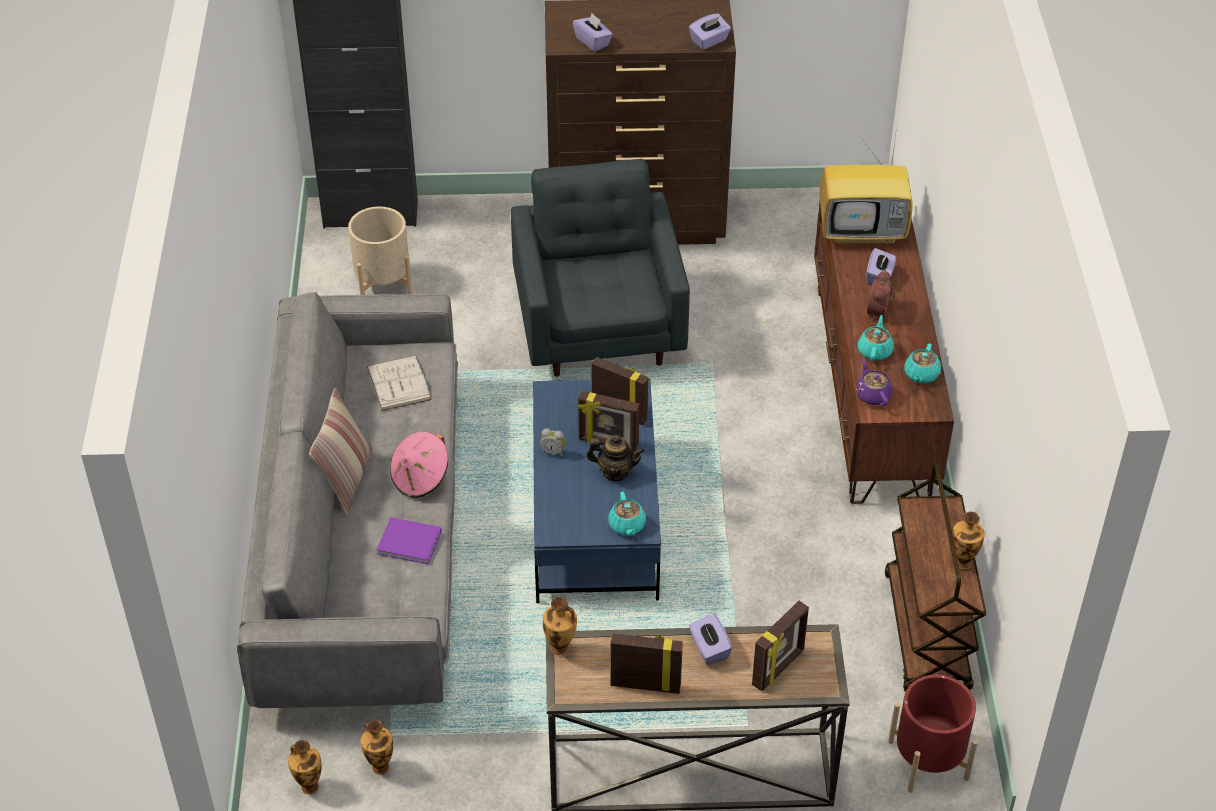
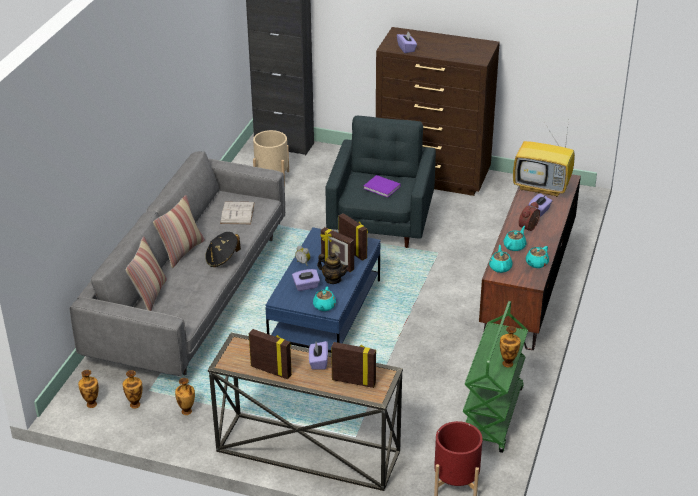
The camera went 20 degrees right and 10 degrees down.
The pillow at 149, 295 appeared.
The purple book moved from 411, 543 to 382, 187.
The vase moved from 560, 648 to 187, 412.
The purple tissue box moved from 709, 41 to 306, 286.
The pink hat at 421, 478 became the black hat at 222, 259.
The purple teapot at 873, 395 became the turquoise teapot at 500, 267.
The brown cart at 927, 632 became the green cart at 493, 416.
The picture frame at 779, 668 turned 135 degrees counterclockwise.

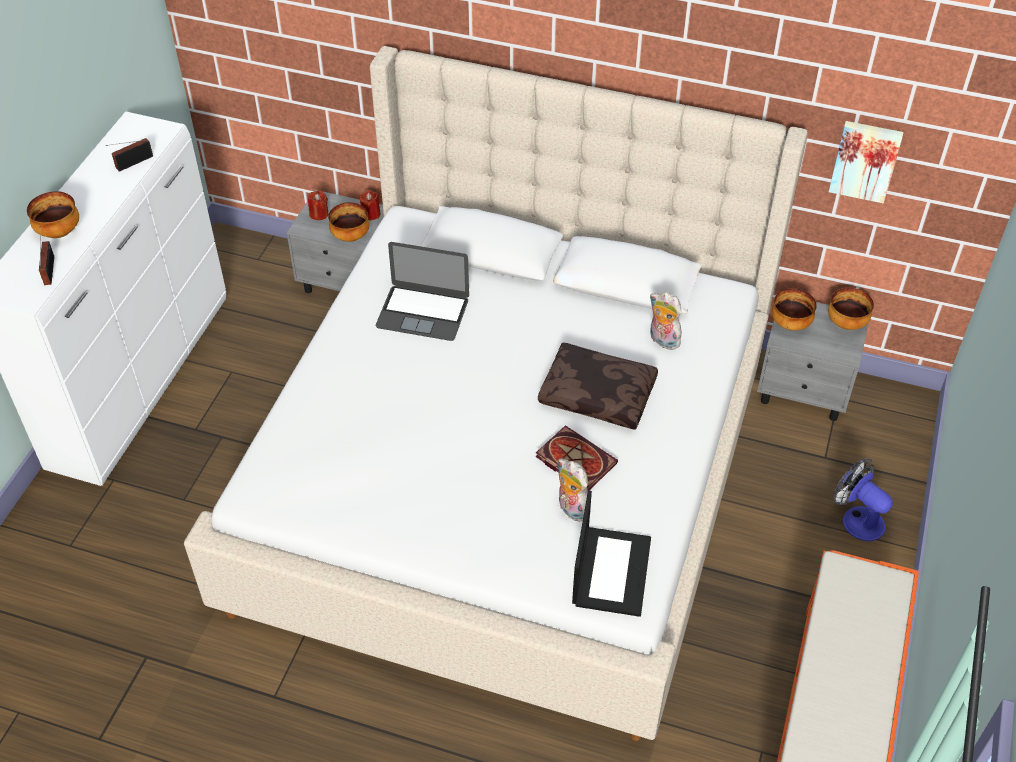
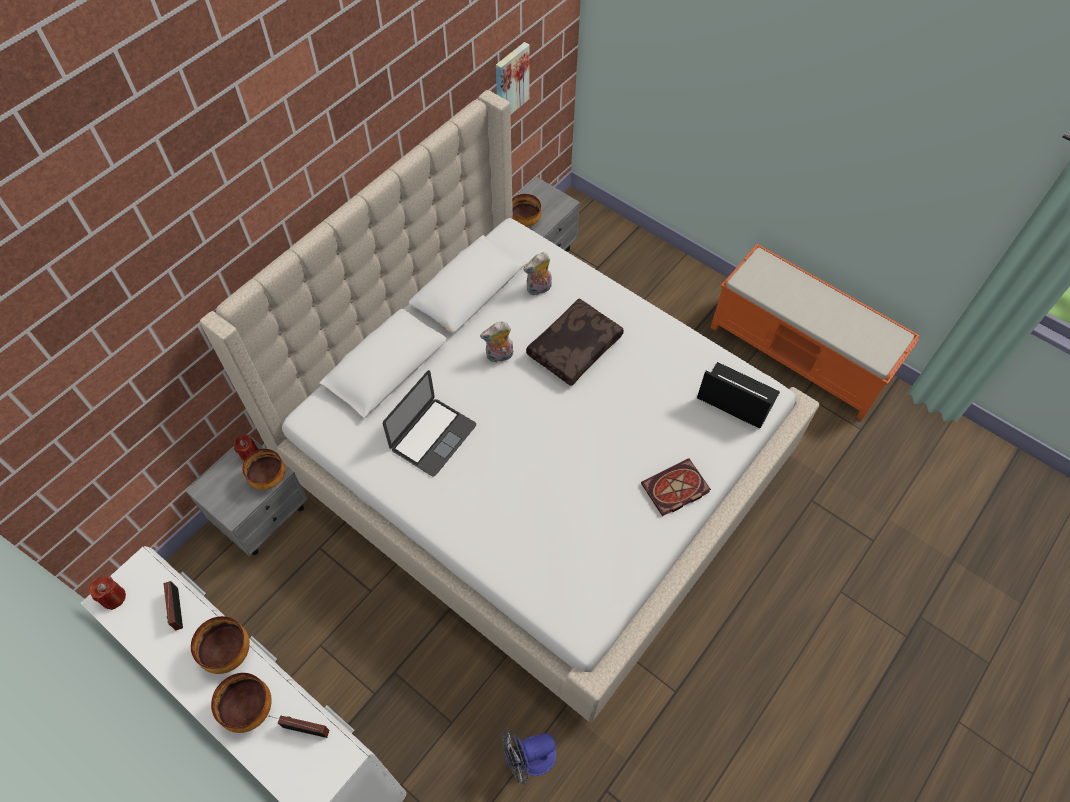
The camera went 70 degrees left and 10 degrees up.
The red candle moved from 319, 214 to 113, 597.
The book moved from 573, 460 to 674, 490.
The plush toy moved from 571, 508 to 499, 356.
The bowl moved from 845, 323 to 228, 653.
The fan moved from 857, 518 to 529, 758.

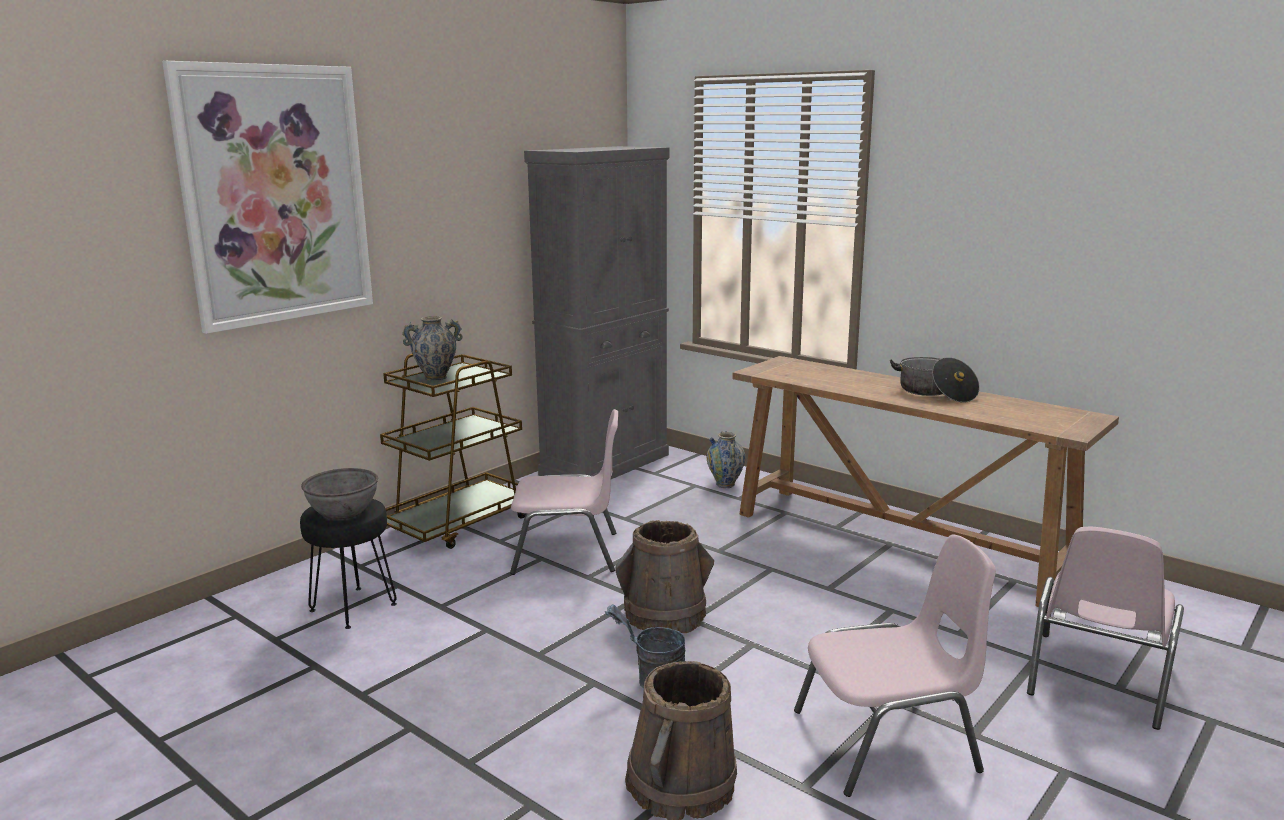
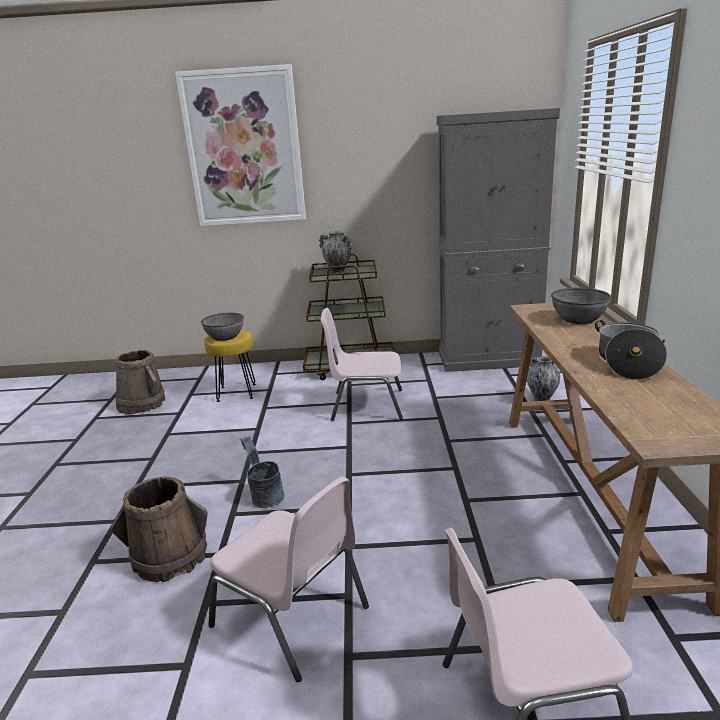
The camera went 50 degrees right and 5 degrees up.
The grey bowl at 578, 319 appeared.
The brown bucket moved from 665, 615 to 142, 404.
The black stool at 354, 607 became the yellow stool at 237, 393.
The pink chair at 568, 553 turned 135 degrees clockwise.

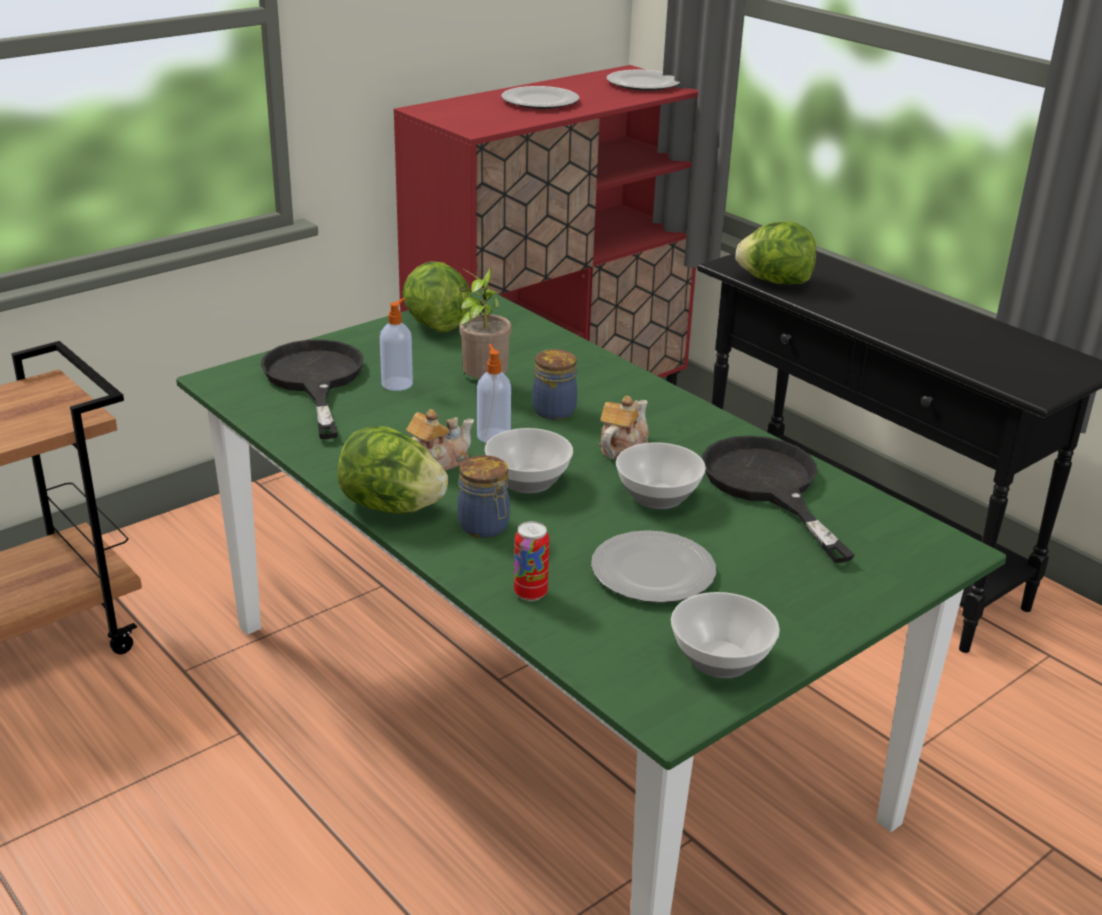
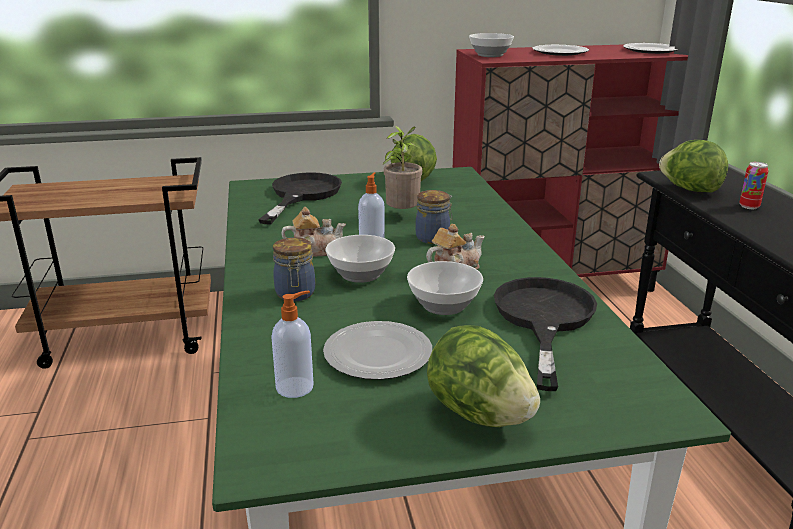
The camera went 30 degrees right and 5 degrees down.
The lettuce moved from 391, 507 to 479, 414.
The soap dispenser moved from 398, 383 to 296, 387.
The can moved from 530, 593 to 749, 206.
The bowl moved from 718, 659 to 489, 55.

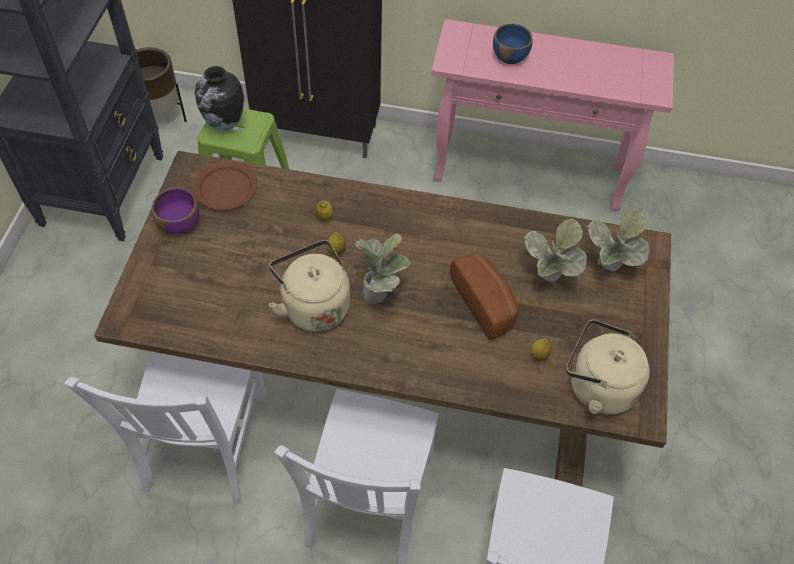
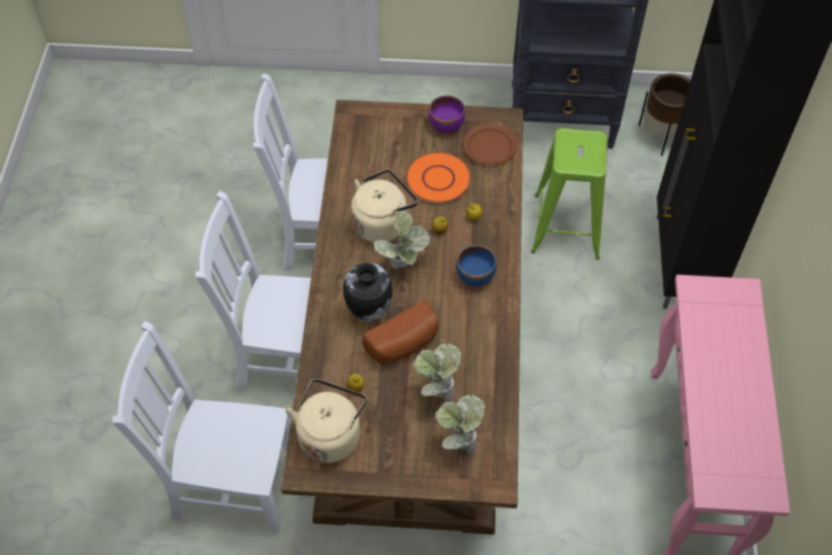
The camera went 85 degrees right and 0 degrees up.
The orange plate at 438, 179 appeared.
The vase moved from 224, 125 to 368, 311.
The blue bowl moved from 510, 56 to 475, 276.

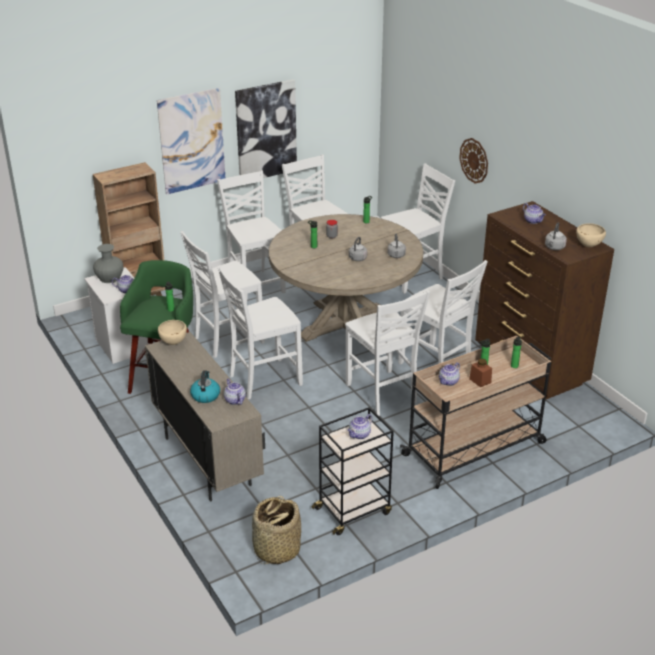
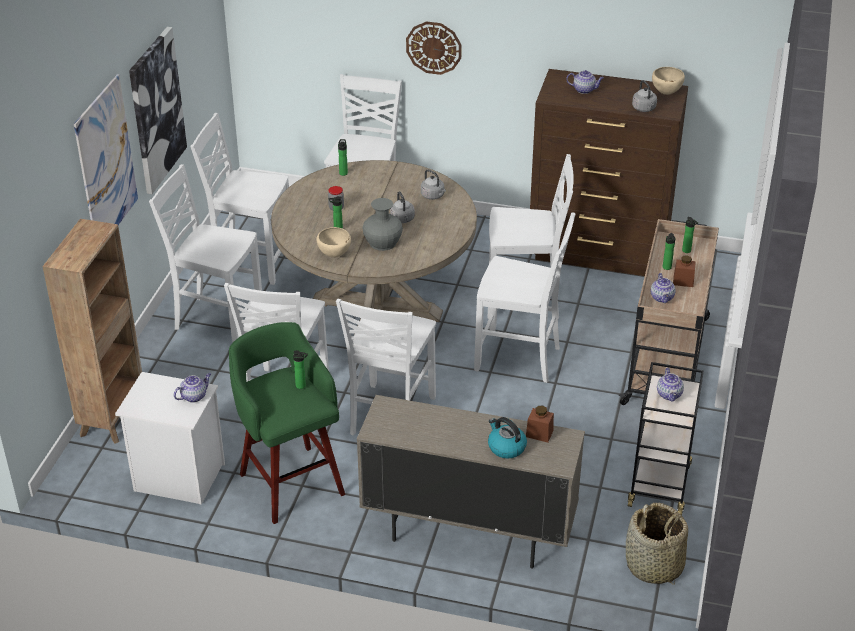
The camera went 45 degrees left and 5 degrees up.
The grey vase moved from 110, 278 to 382, 242.
The beige bowl moved from 173, 343 to 335, 255.
The teapot at 234, 400 was replaced by the brown jar at 539, 433.

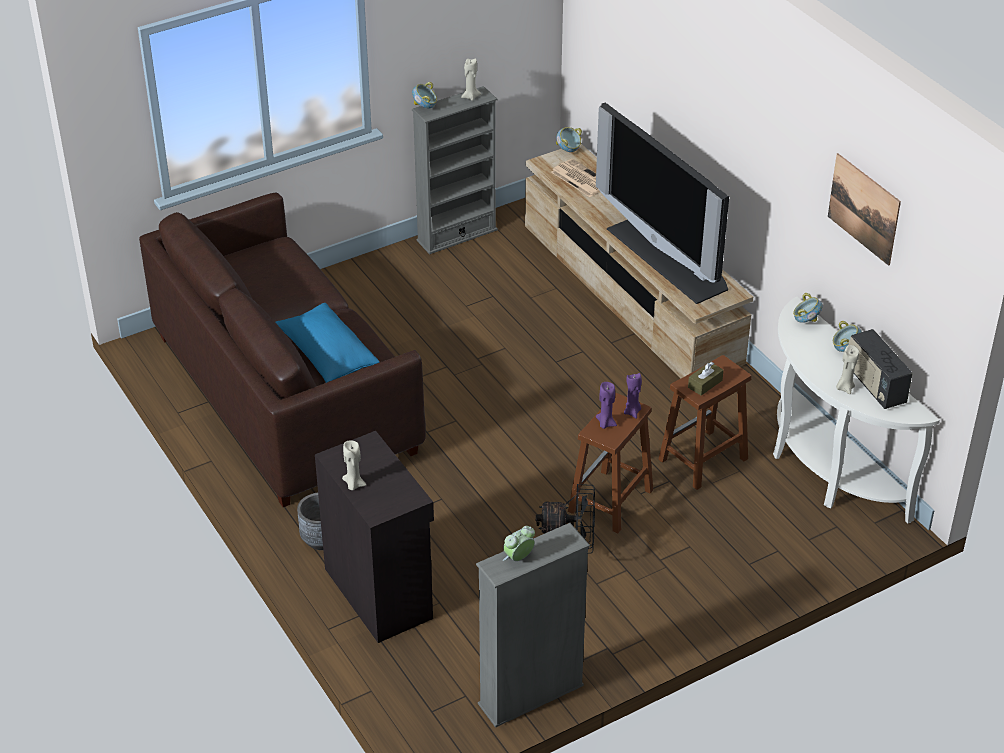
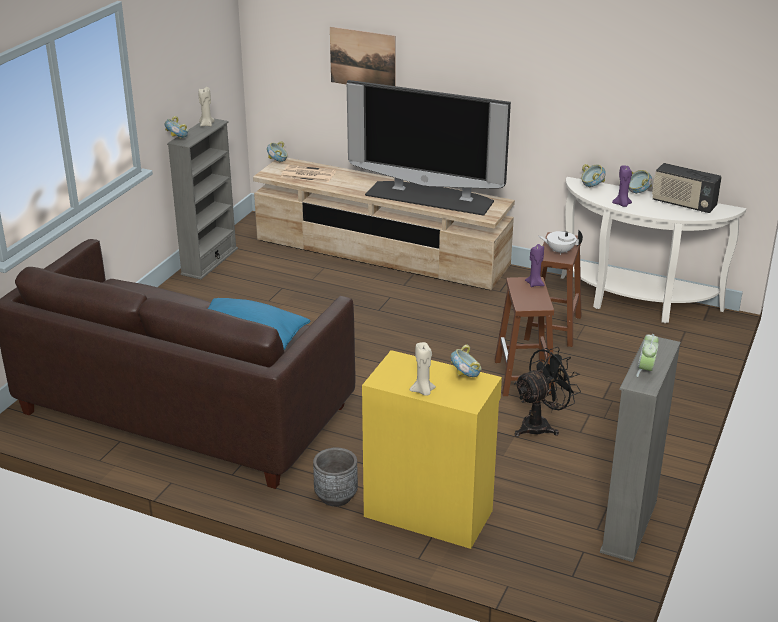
The camera went 35 degrees left and 10 degrees down.
The beige candle at 845, 388 disappeared.
The bowl at 465, 377 appeared.
The purple candle moved from 605, 423 to 622, 204.
The picture moved from 863, 208 to 362, 59.
The brown tissue box at 705, 384 was replaced by the white teapot at 559, 251.
The black cabinet at 379, 592 became the yellow cabinet at 428, 512.

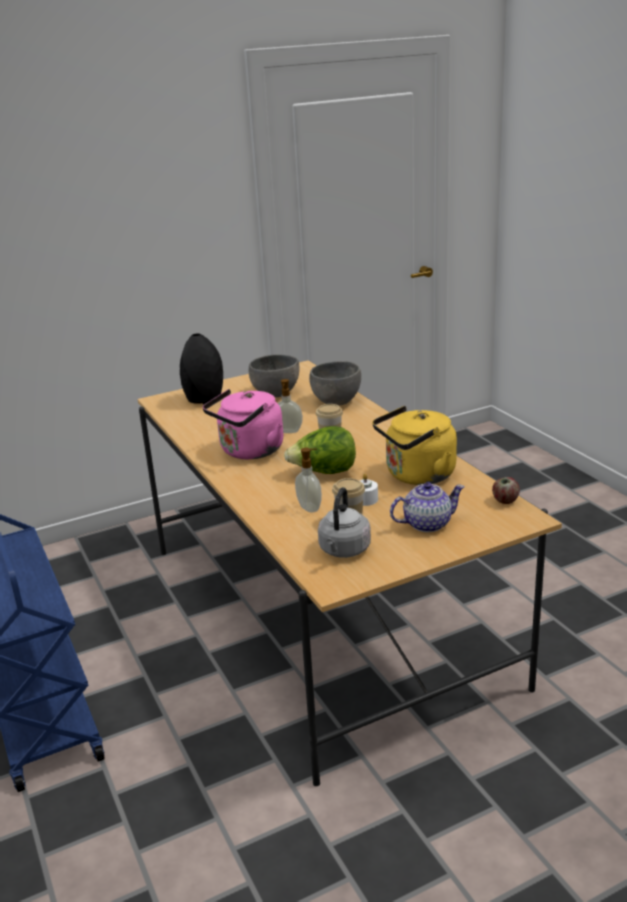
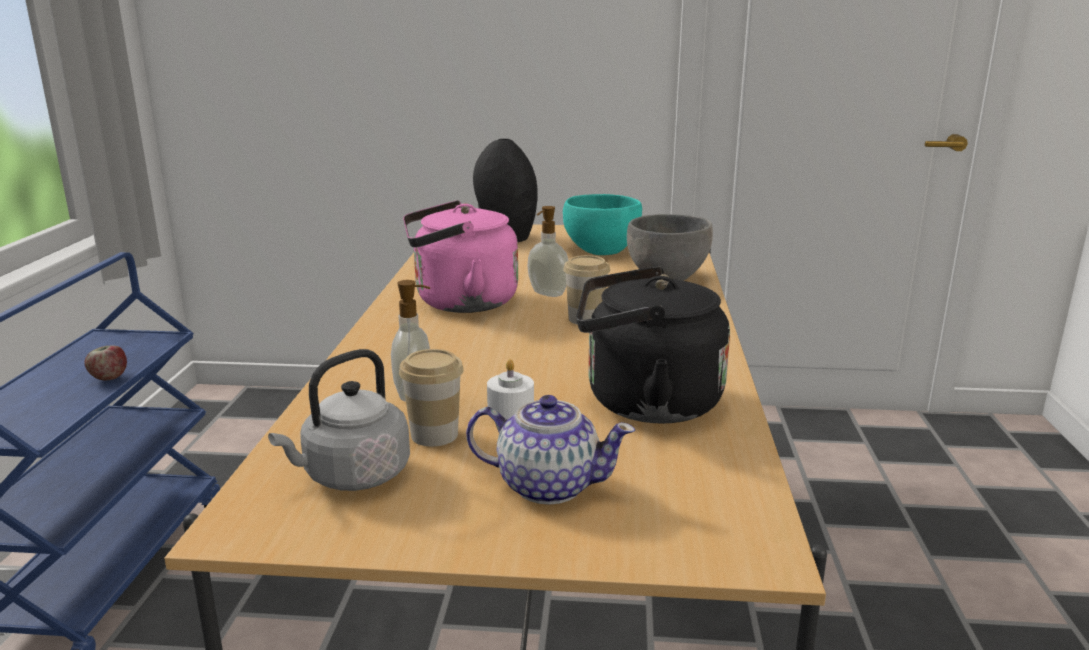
The camera went 30 degrees right and 5 degrees down.
The lettuce at 324, 472 disappeared.
The apple moved from 505, 501 to 109, 377.
The grey bowl at 276, 393 became the turquoise bowl at 602, 251.
The yellow kettle at 417, 476 became the black kettle at 644, 403.

